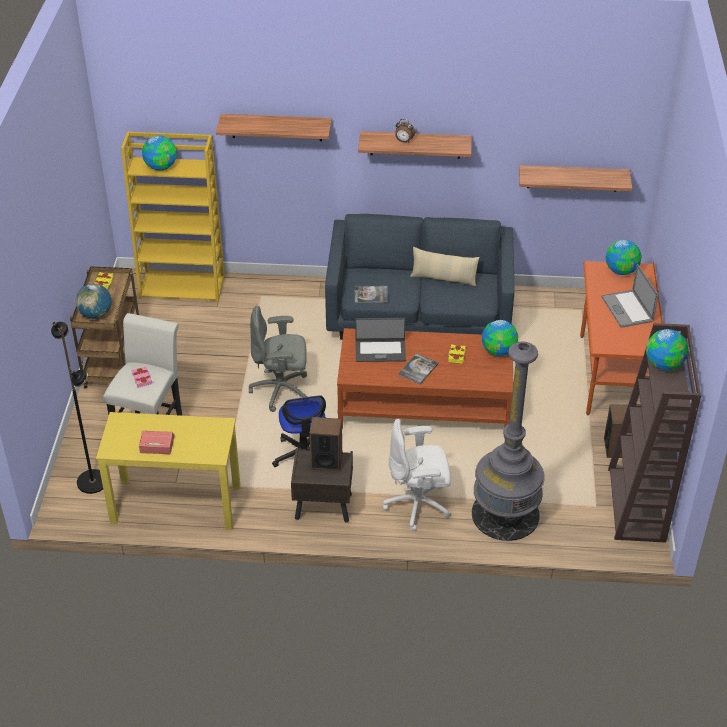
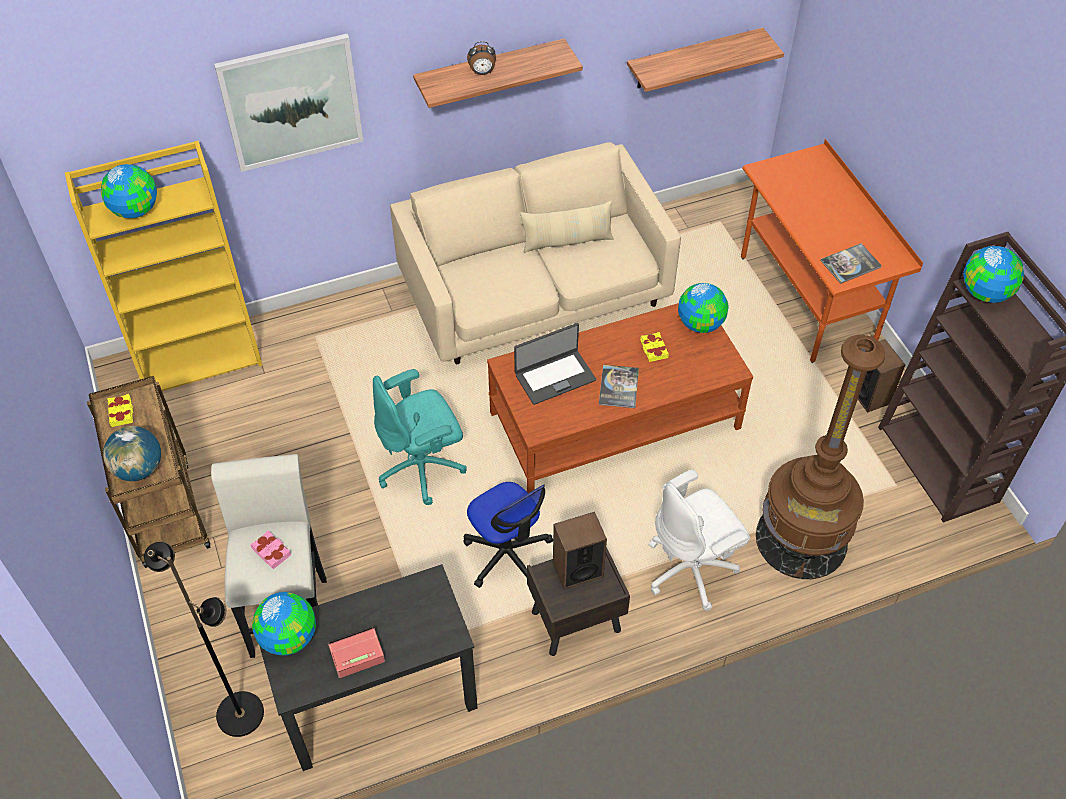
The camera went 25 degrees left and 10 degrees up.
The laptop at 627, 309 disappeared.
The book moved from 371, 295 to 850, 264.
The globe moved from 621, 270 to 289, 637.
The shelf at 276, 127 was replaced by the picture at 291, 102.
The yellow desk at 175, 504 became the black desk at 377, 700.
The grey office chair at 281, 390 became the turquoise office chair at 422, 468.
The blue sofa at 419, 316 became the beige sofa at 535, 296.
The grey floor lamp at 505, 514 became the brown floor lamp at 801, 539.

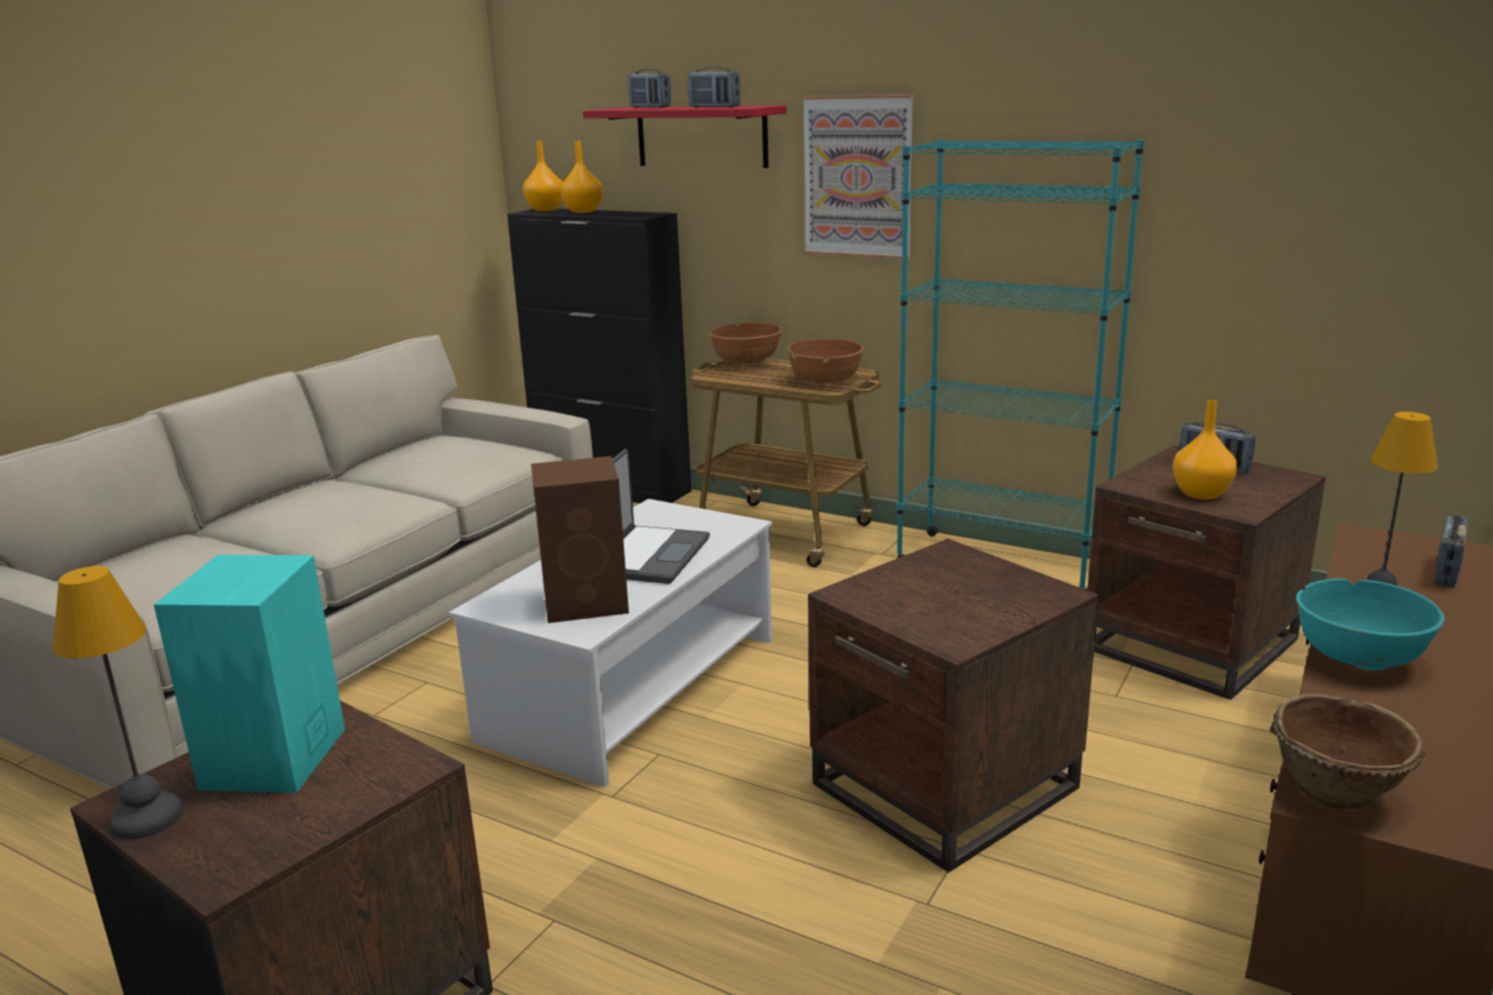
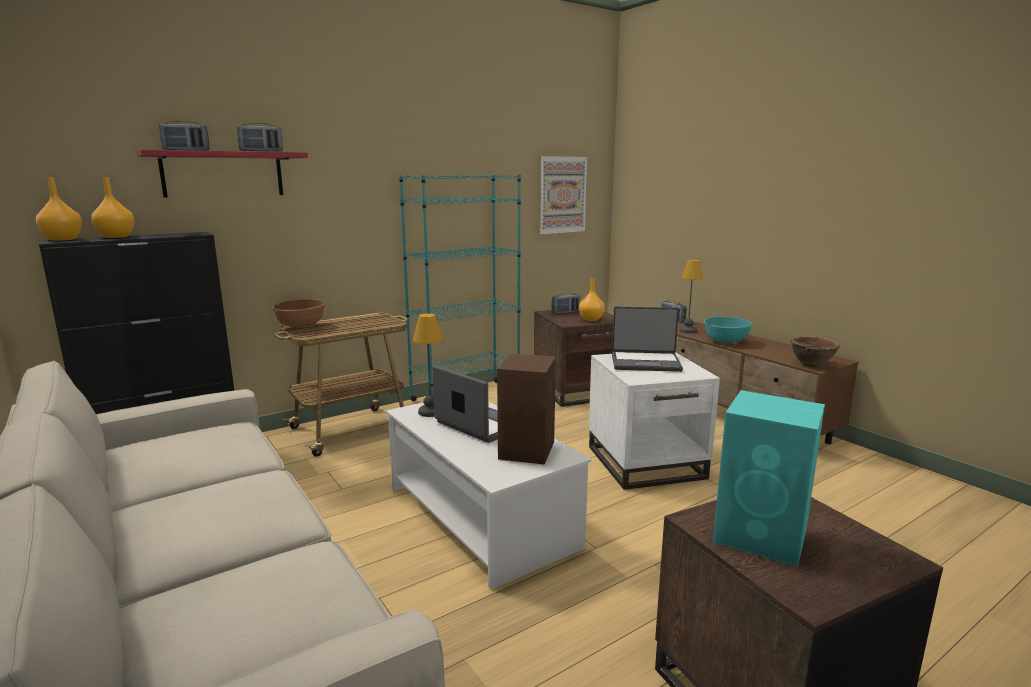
The camera went 65 degrees left and 5 degrees down.
The brown bowl at 825, 381 disappeared.
The laptop at 645, 362 appeared.
The table lamp moved from 145, 817 to 430, 412.
The picture moved from 858, 177 to 562, 194.
The brown side table at 946, 787 became the white side table at 646, 462.

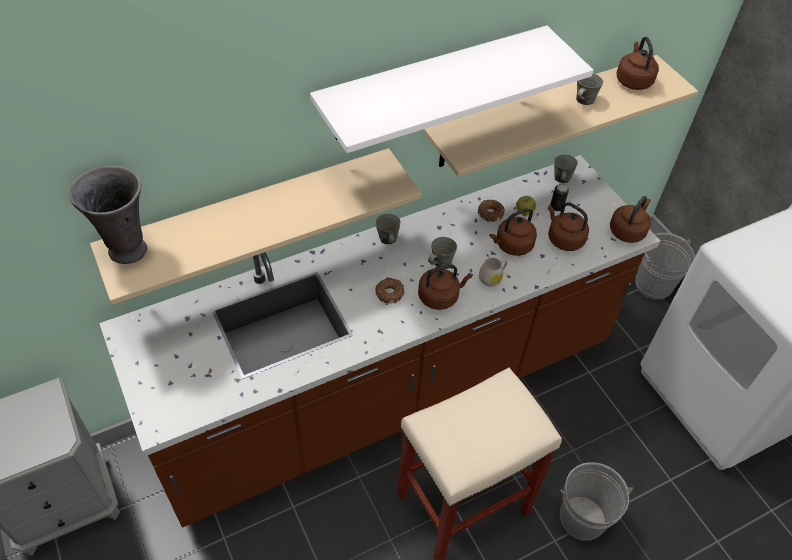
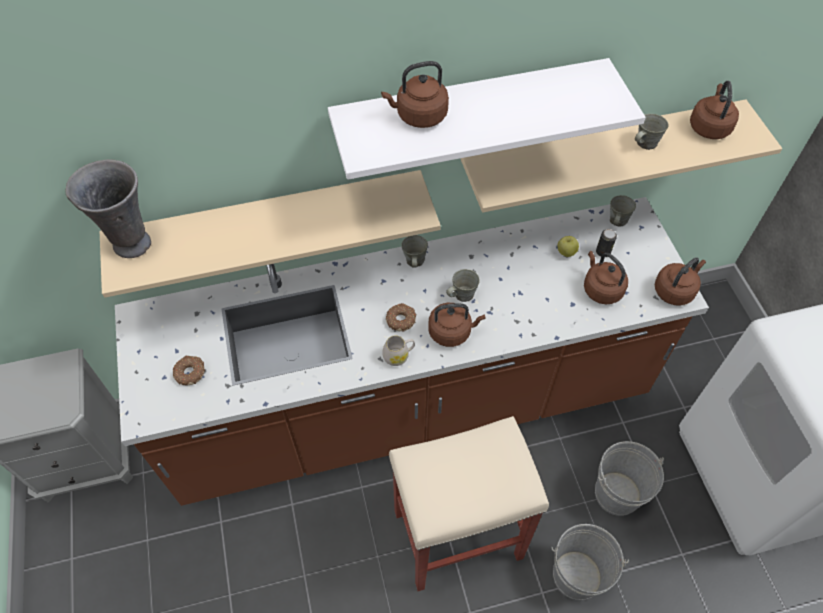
The camera went 15 degrees right and 5 degrees up.
The donut moved from 490, 213 to 190, 372.
The white mug moved from 492, 278 to 399, 356.
The brown kettle moved from 512, 245 to 419, 116.
The grey bucket moved from 653, 285 to 617, 493.

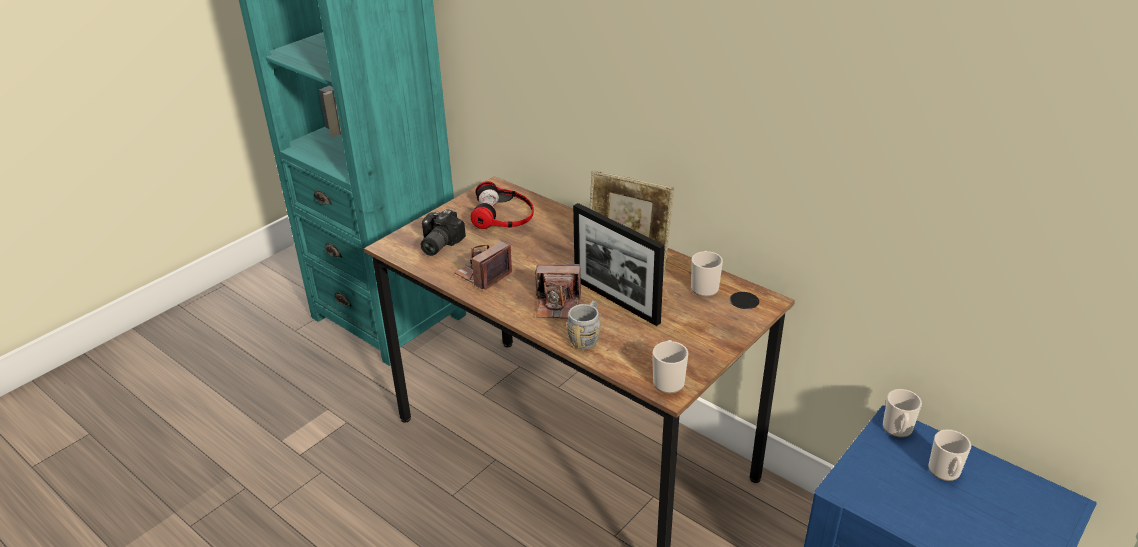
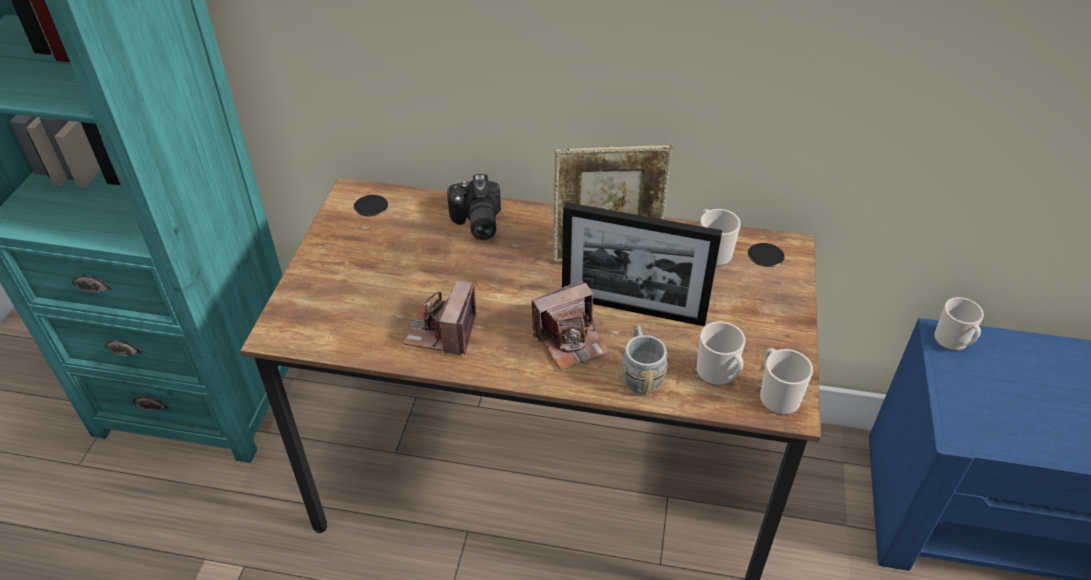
The camera went 30 degrees left and 10 degrees up.
The headphones at 503, 214 disappeared.
The photo camera moved from 437, 244 to 475, 223.
The mug moved from 945, 472 to 719, 374.

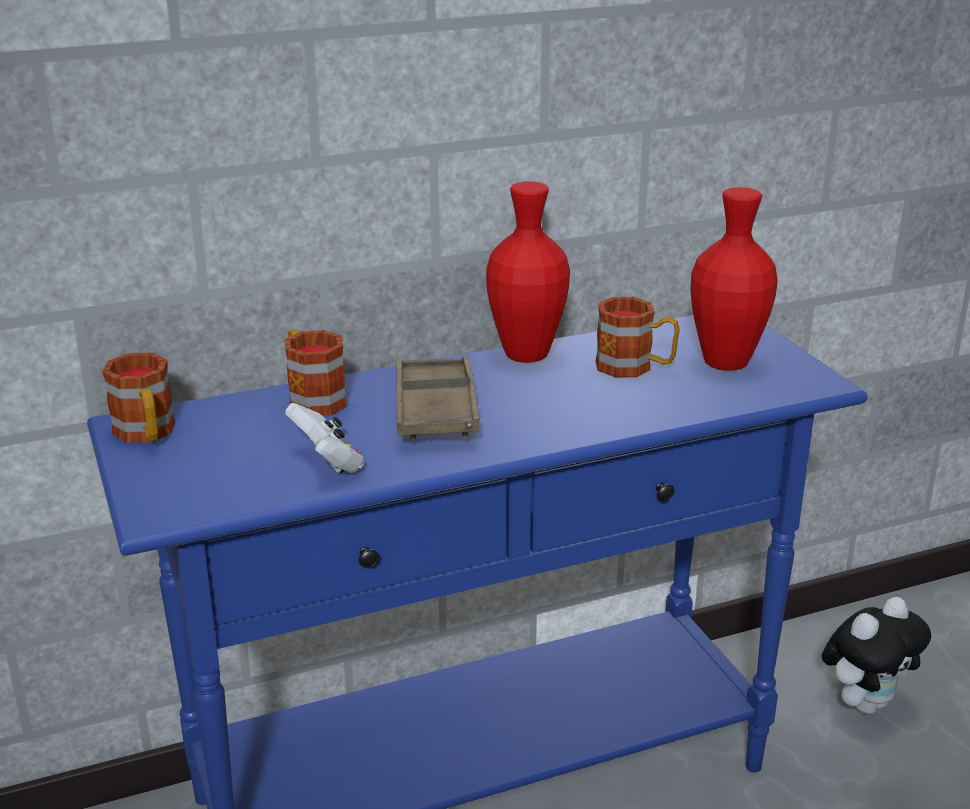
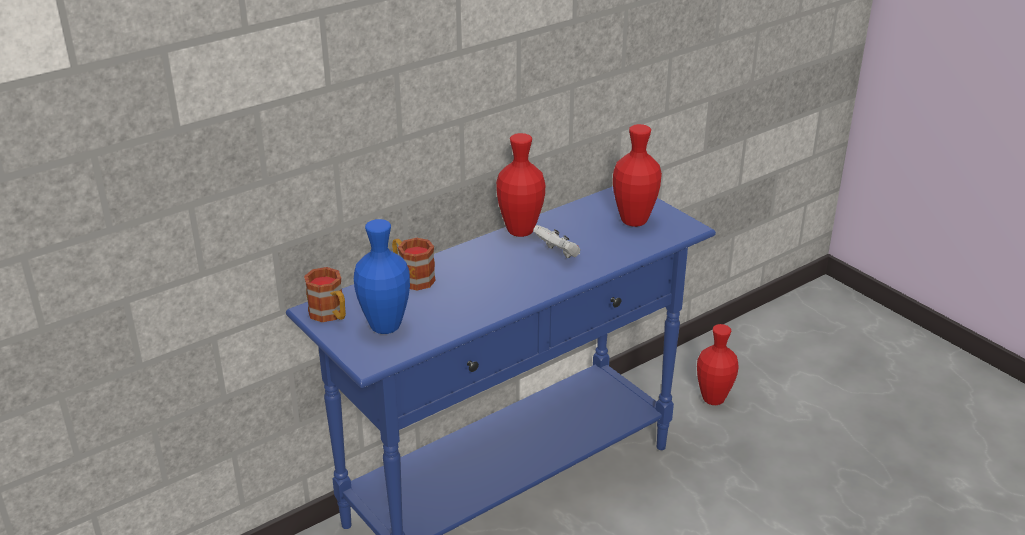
The camera went 15 degrees left and 5 degrees up.
The brown tray at 435, 408 disappeared.
The mug at 635, 367 disappeared.
The blue vase at 385, 326 appeared.
The white game controller moved from 328, 463 to 558, 253.
The plush toy at 865, 703 was replaced by the red vase at 713, 399.

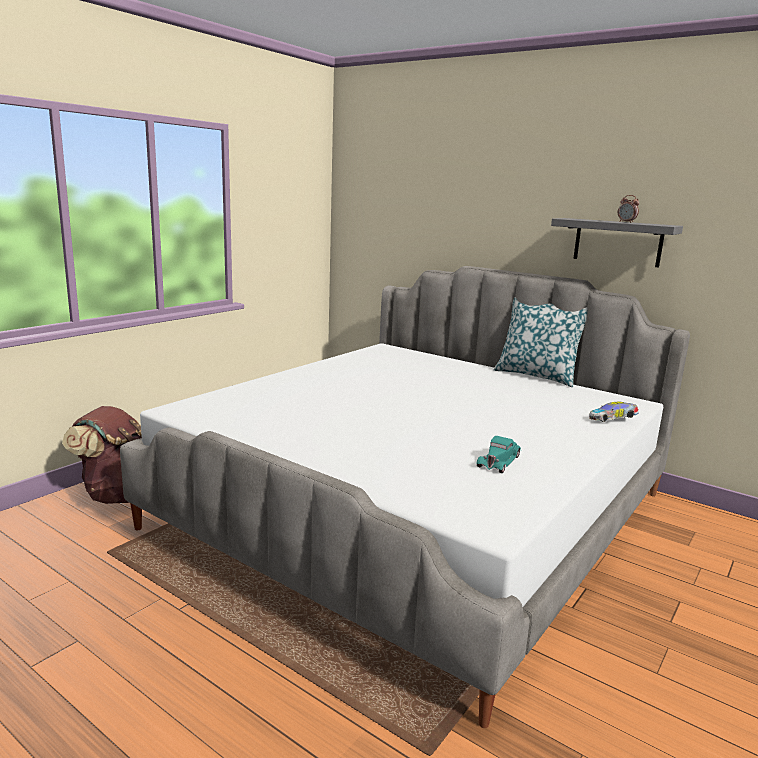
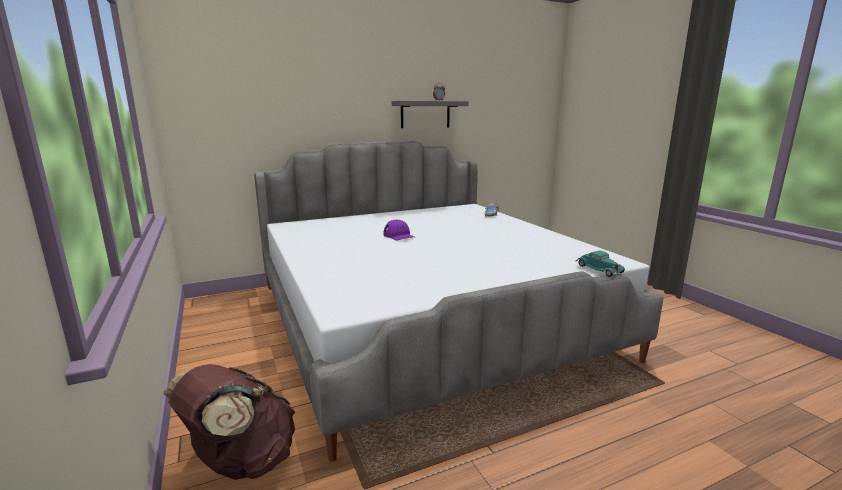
The camera went 60 degrees left and 0 degrees up.
The pillow at 537, 375 disappeared.
The purple cap at 399, 236 appeared.
The turquoise toy car moved from 499, 461 to 598, 269.

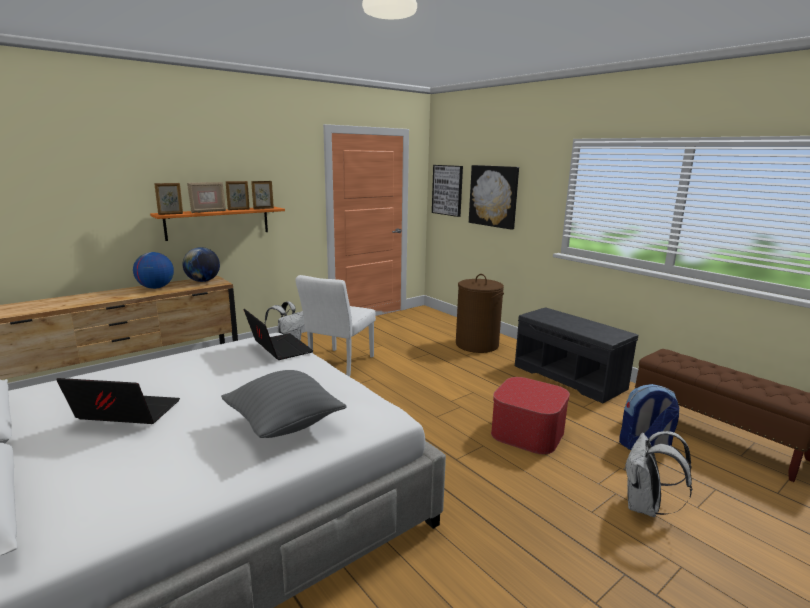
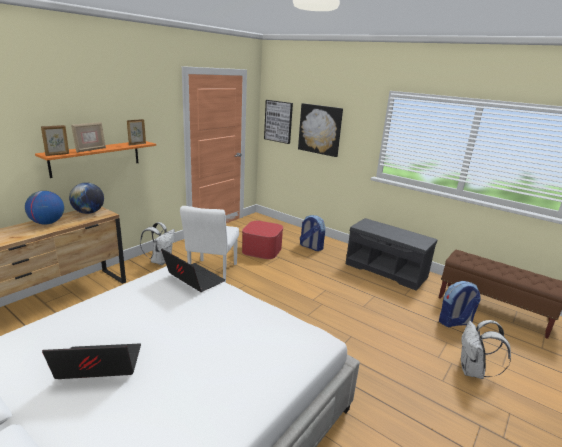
The camera went 15 degrees left and 5 degrees up.
The grey pillow at 284, 424 disappeared.
The picture frame at 239, 209 disappeared.
The ottoman moved from 527, 432 to 261, 249.
The brown laundry basket at 476, 345 was replaced by the backpack at 311, 247.

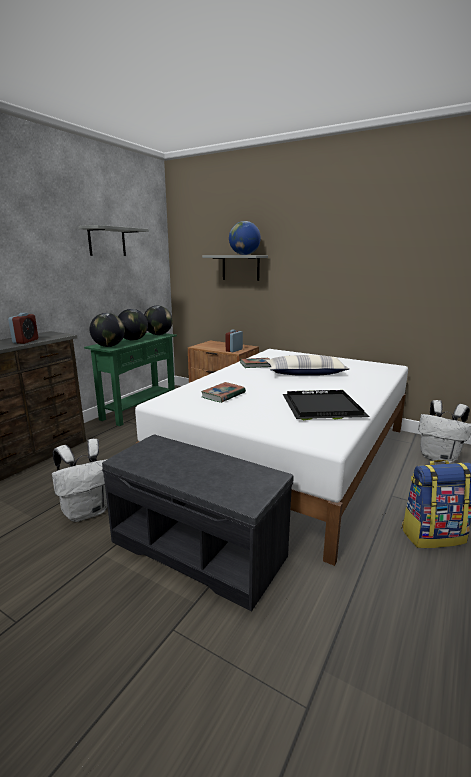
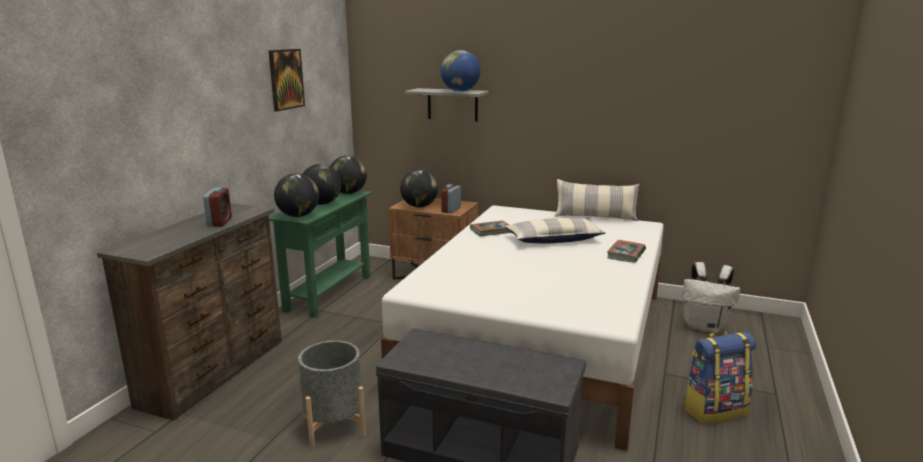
The camera went 10 degrees left and 0 degrees up.
The black tray at 321, 408 disappeared.
The globe at 419, 206 appeared.
The pillow at 595, 217 appeared.
The book moved from 223, 395 to 626, 254.
The white backpack at 88, 511 was replaced by the grey planter at 334, 425.
The grey shelf at 107, 241 was replaced by the picture at 286, 79.

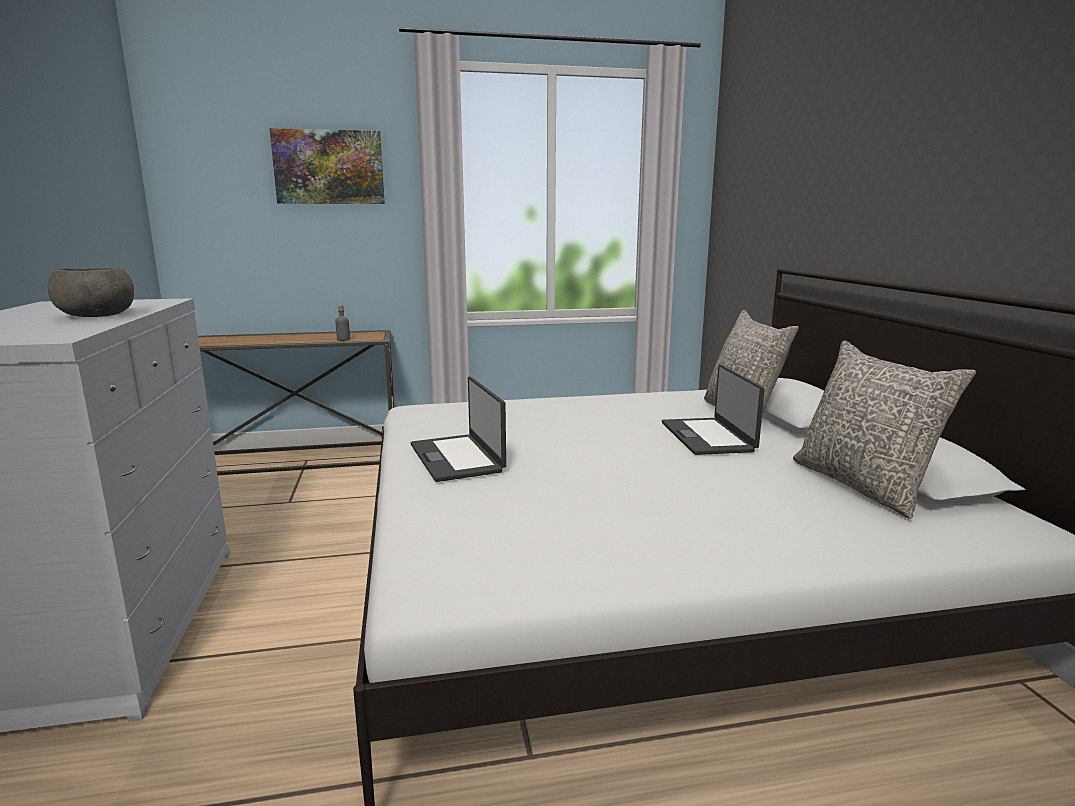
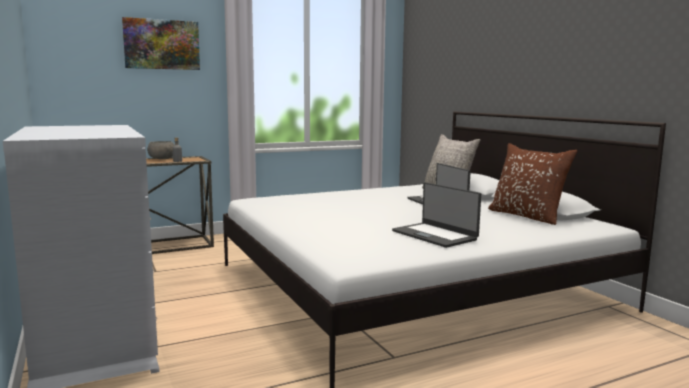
The camera went 15 degrees left and 5 degrees down.
The grey bowl moved from 98, 315 to 162, 158.
The laptop moved from 457, 458 to 435, 235.
The grey pillow at 863, 485 became the brown pillow at 527, 216.

